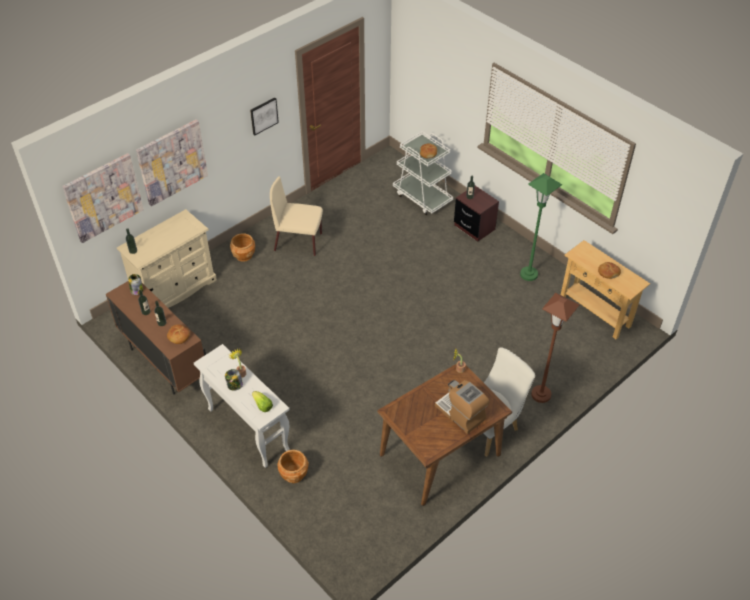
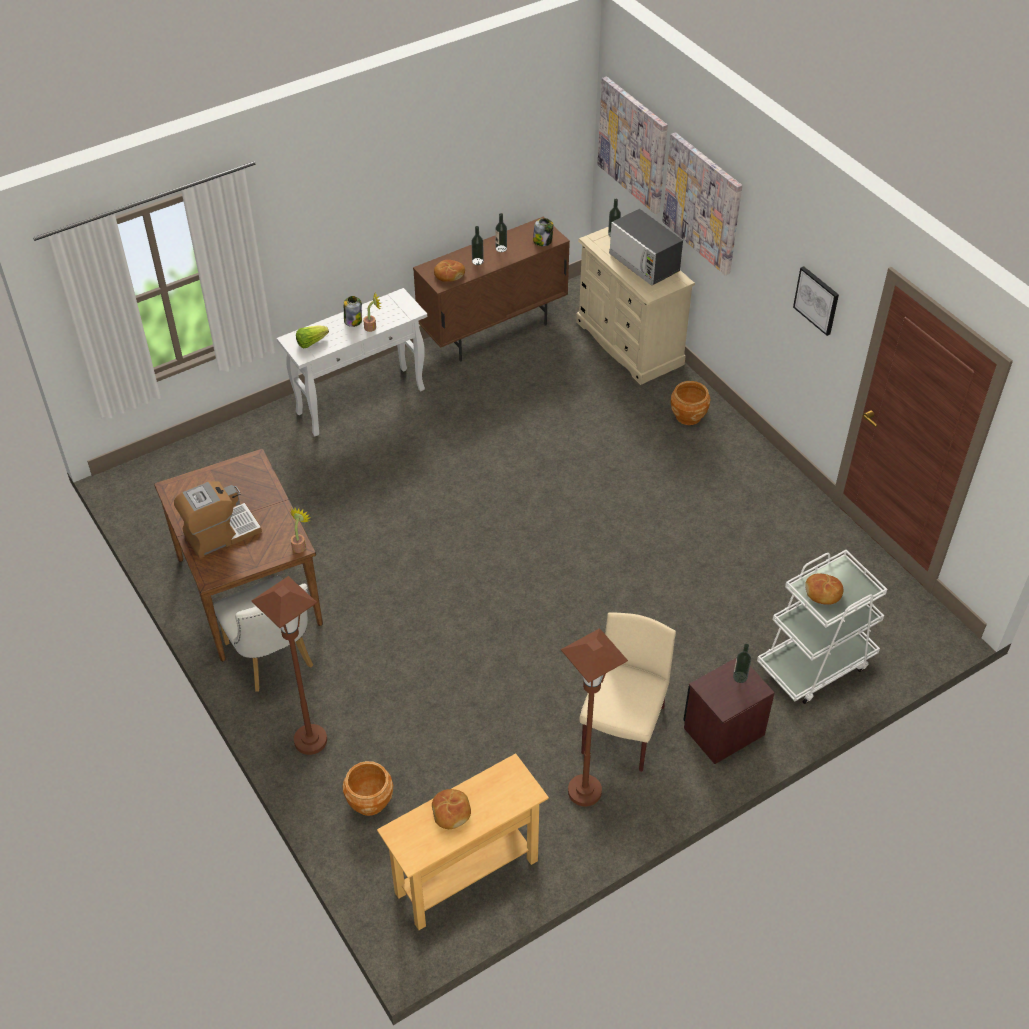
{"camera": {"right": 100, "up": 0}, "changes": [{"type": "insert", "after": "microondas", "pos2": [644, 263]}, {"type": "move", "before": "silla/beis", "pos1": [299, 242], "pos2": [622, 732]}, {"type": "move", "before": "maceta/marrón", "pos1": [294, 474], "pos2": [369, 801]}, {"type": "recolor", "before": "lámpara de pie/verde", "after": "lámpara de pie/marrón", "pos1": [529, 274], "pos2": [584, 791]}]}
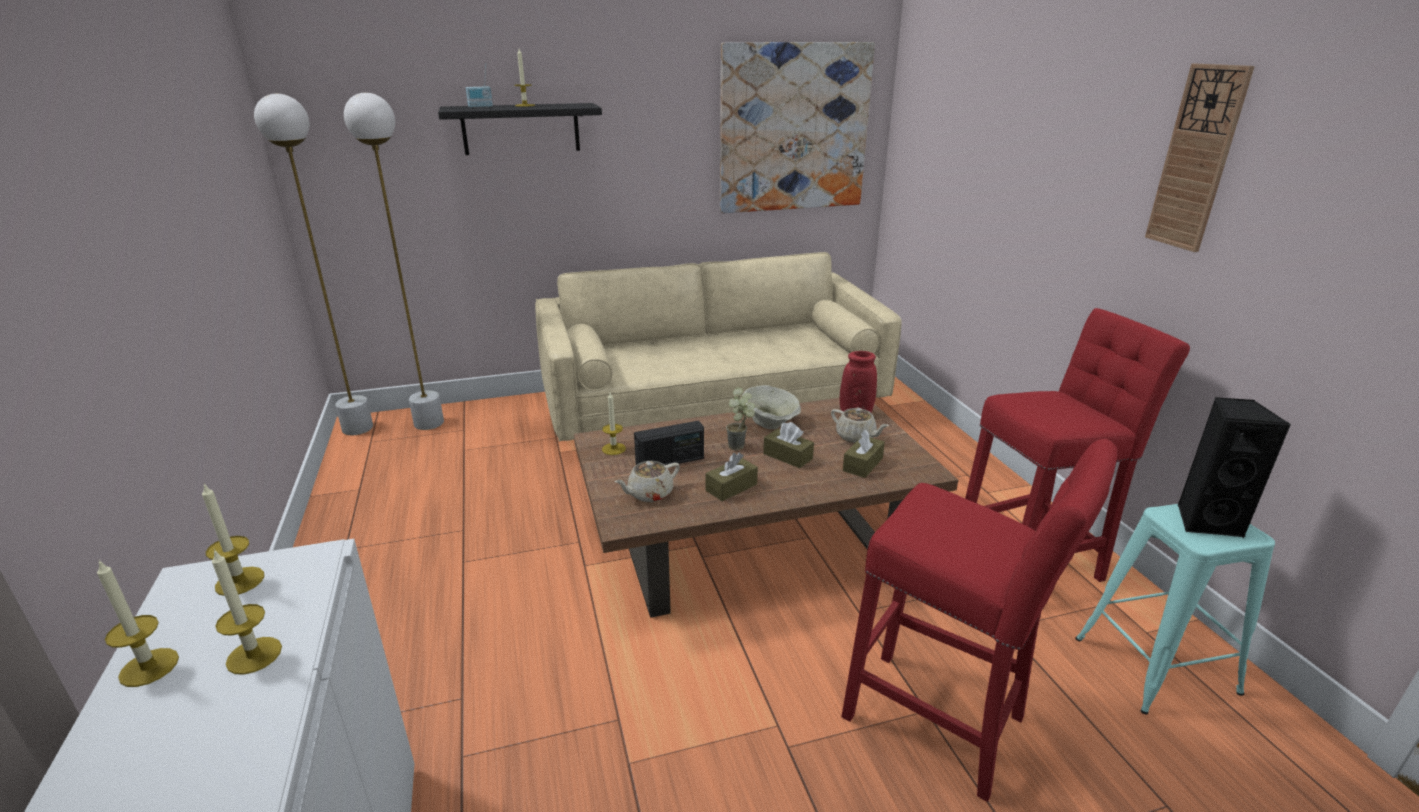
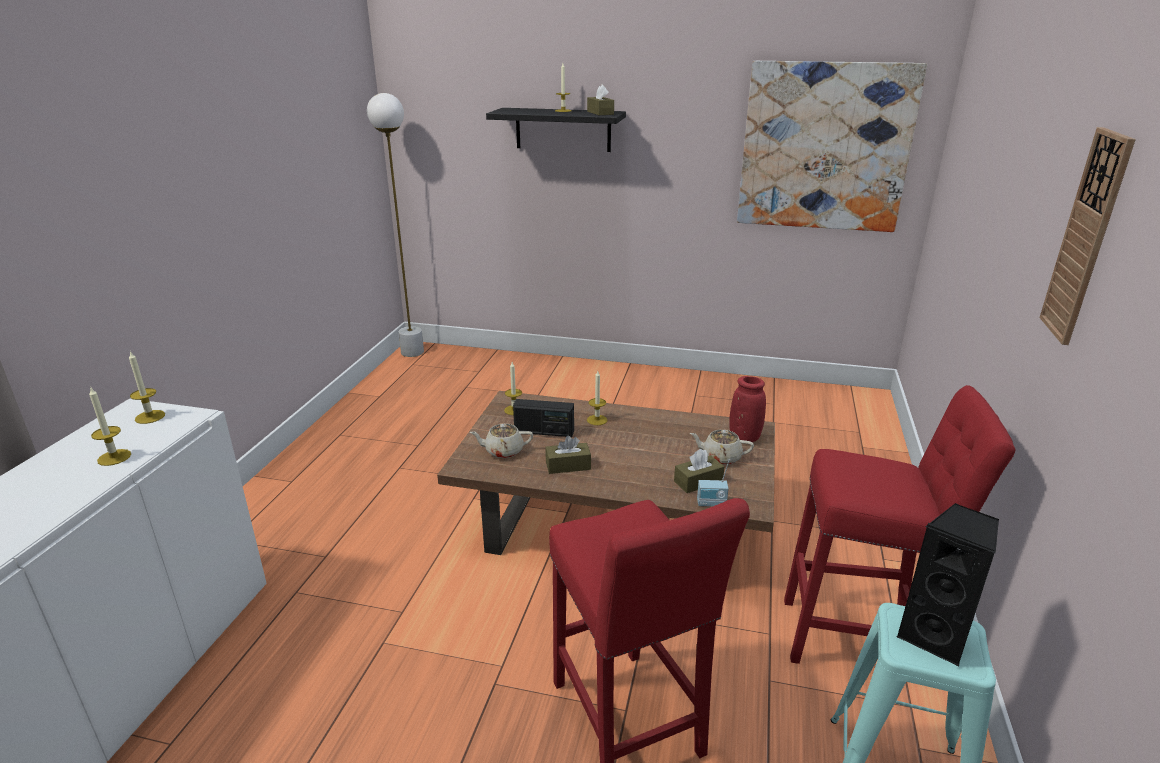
{"camera": {"right": 30, "up": 0}, "changes": [{"type": "delete", "before": "lámpara de pie/blanco", "pos1": [429, 423]}, {"type": "delete", "before": "sofá/beis", "pos1": [712, 407]}, {"type": "delete", "before": "planta en maceta", "pos1": [741, 447]}, {"type": "delete", "before": "cuenco/beis", "pos1": [770, 424]}, {"type": "move", "before": "vela", "pos1": [149, 667], "pos2": [597, 420]}, {"type": "move", "before": "radio", "pos1": [481, 107], "pos2": [711, 504]}, {"type": "move", "before": "caja de pañuelos/marrón", "pos1": [787, 456], "pos2": [600, 113]}, {"type": "rotate", "before": "tetera/beis", "pos1": [856, 437], "pos2": [720, 457], "turn": 120}]}
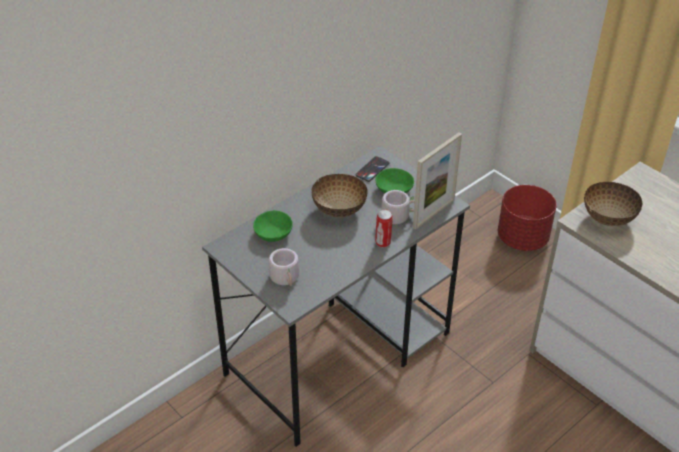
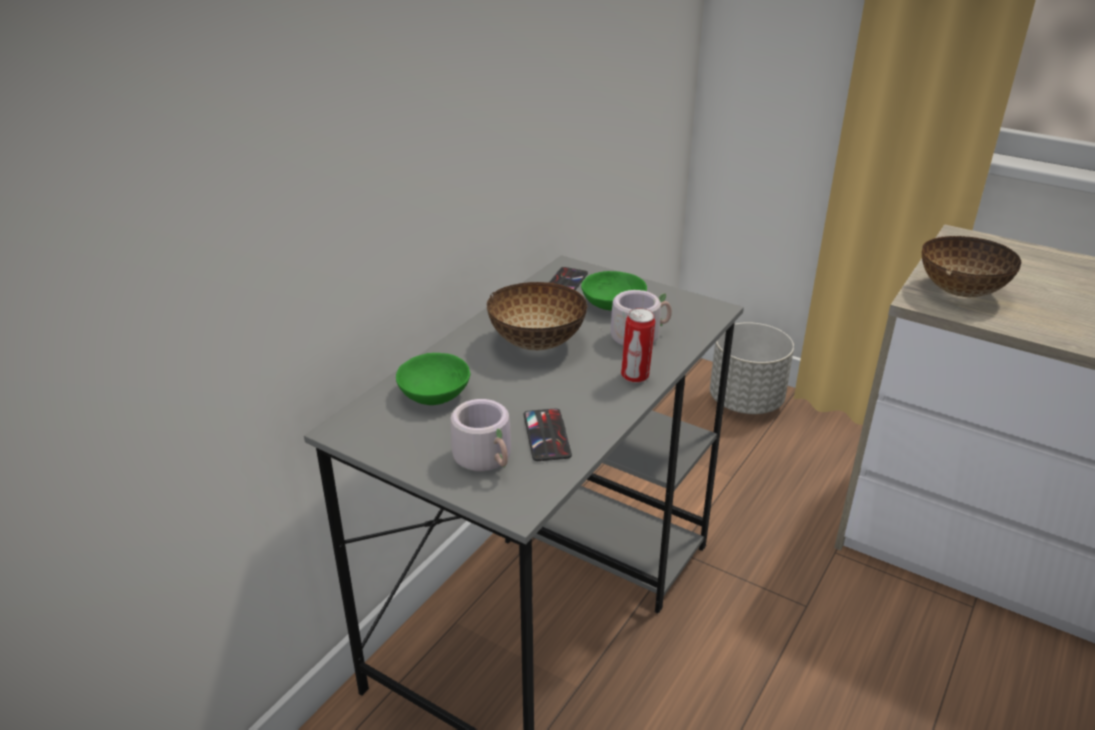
{"camera": {"right": -15, "up": -10}, "changes": [{"type": "delete", "before": "portarretratos", "pos1": [433, 213]}, {"type": "insert", "after": "móvil", "pos2": [547, 435]}, {"type": "recolor", "before": "maceta/rojo", "after": "maceta/gris", "pos1": [522, 238], "pos2": [745, 401]}]}
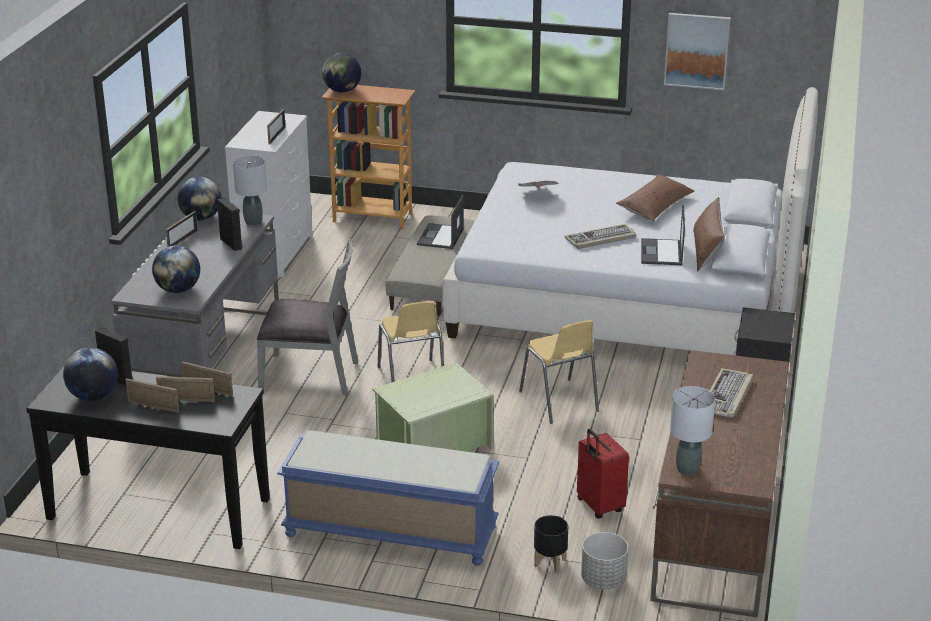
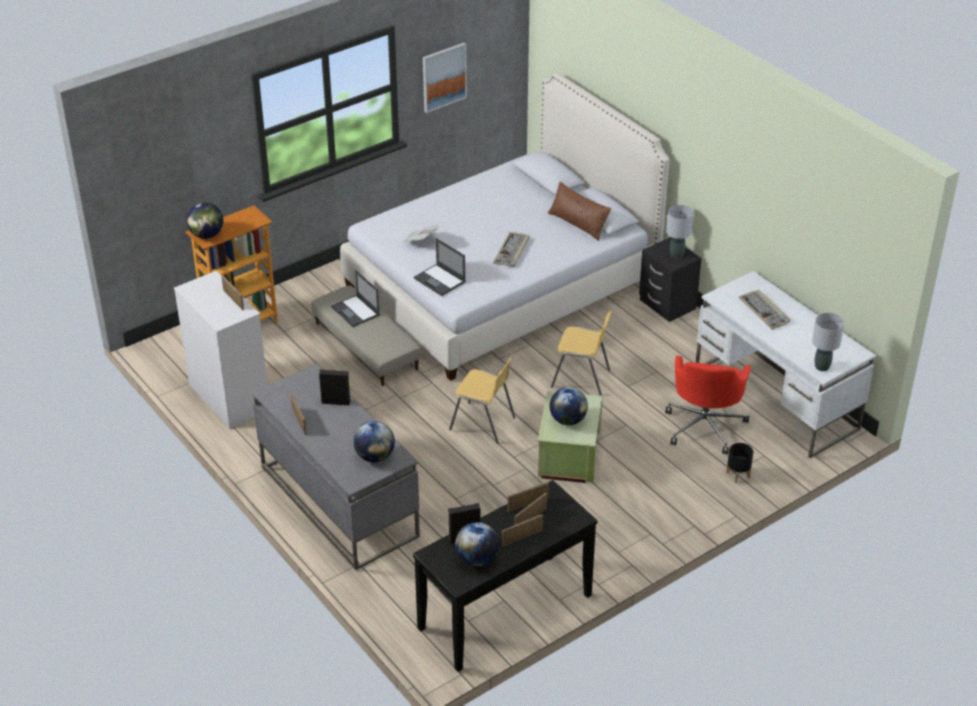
{"camera": {"right": -50, "up": 10}, "changes": [{"type": "delete", "before": "silla/gris", "pos1": [310, 375]}, {"type": "delete", "before": "banco/azul", "pos1": [389, 532]}, {"type": "delete", "before": "maceta/gris", "pos1": [603, 580]}, {"type": "delete", "before": "cojín/marrón", "pos1": [655, 206]}, {"type": "move", "before": "globo terráqueo", "pos1": [201, 218], "pos2": [567, 420]}, {"type": "move", "before": "lámpara de mesa/gris", "pos1": [253, 222], "pos2": [676, 255]}, {"type": "move", "before": "portátil", "pos1": [661, 253], "pos2": [440, 280]}, {"type": "replace", "before": "maleta/rojo", "after": "silla de oficina/rojo", "pos1": [599, 506], "pos2": [705, 426]}, {"type": "recolor", "before": "escritorio/marrón", "after": "escritorio/blanco", "pos1": [716, 534], "pos2": [776, 399]}]}
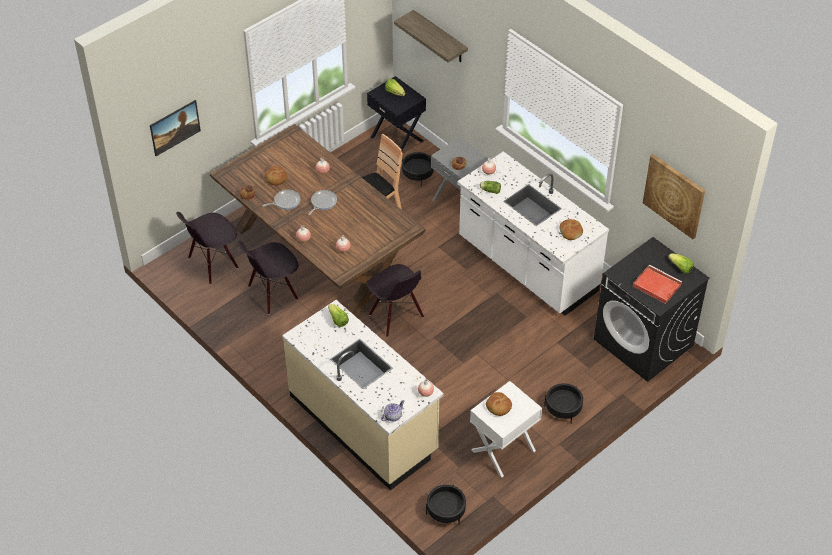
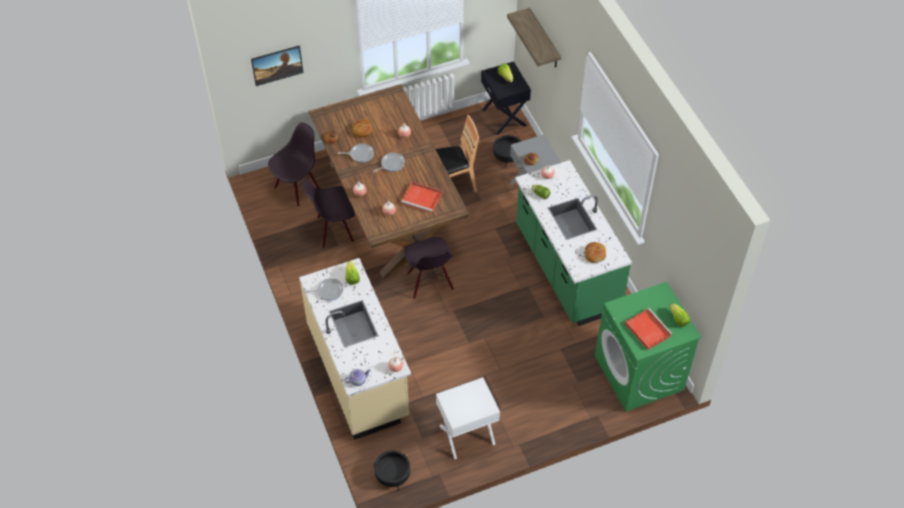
{"camera": {"right": 20, "up": 5}, "changes": [{"type": "delete", "before": "pan", "pos1": [498, 407]}, {"type": "delete", "before": "maceta/negro", "pos1": [563, 409]}, {"type": "delete", "before": "cuadro", "pos1": [674, 195]}, {"type": "insert", "after": "sartén", "pos2": [328, 291]}, {"type": "insert", "after": "bandeja/rojo", "pos2": [422, 198]}, {"type": "recolor", "before": "mueble bajo de cocina/blanco", "after": "mueble bajo de cocina/verde", "pos1": [527, 266], "pos2": [565, 269]}, {"type": "recolor", "before": "lavadora/negro", "after": "lavadora/verde", "pos1": [644, 342], "pos2": [639, 373]}, {"type": "rotate", "before": "silla/negro", "pos1": [213, 263], "pos2": [297, 189], "turn": 150}]}
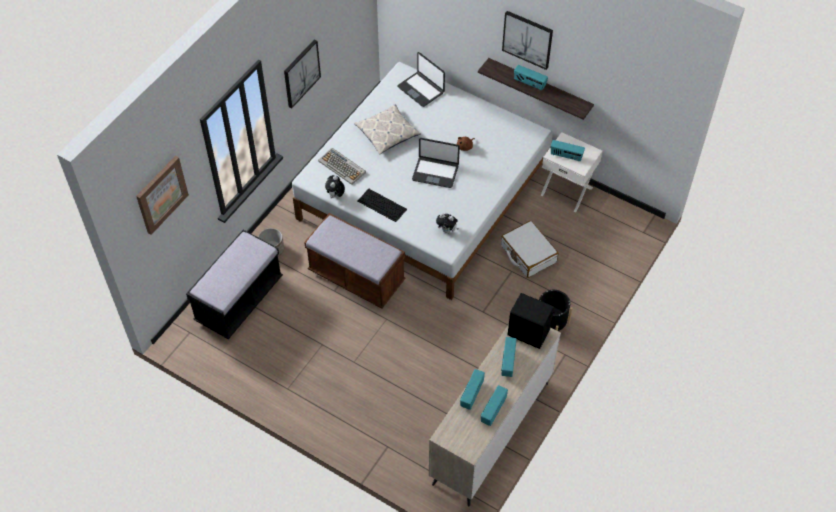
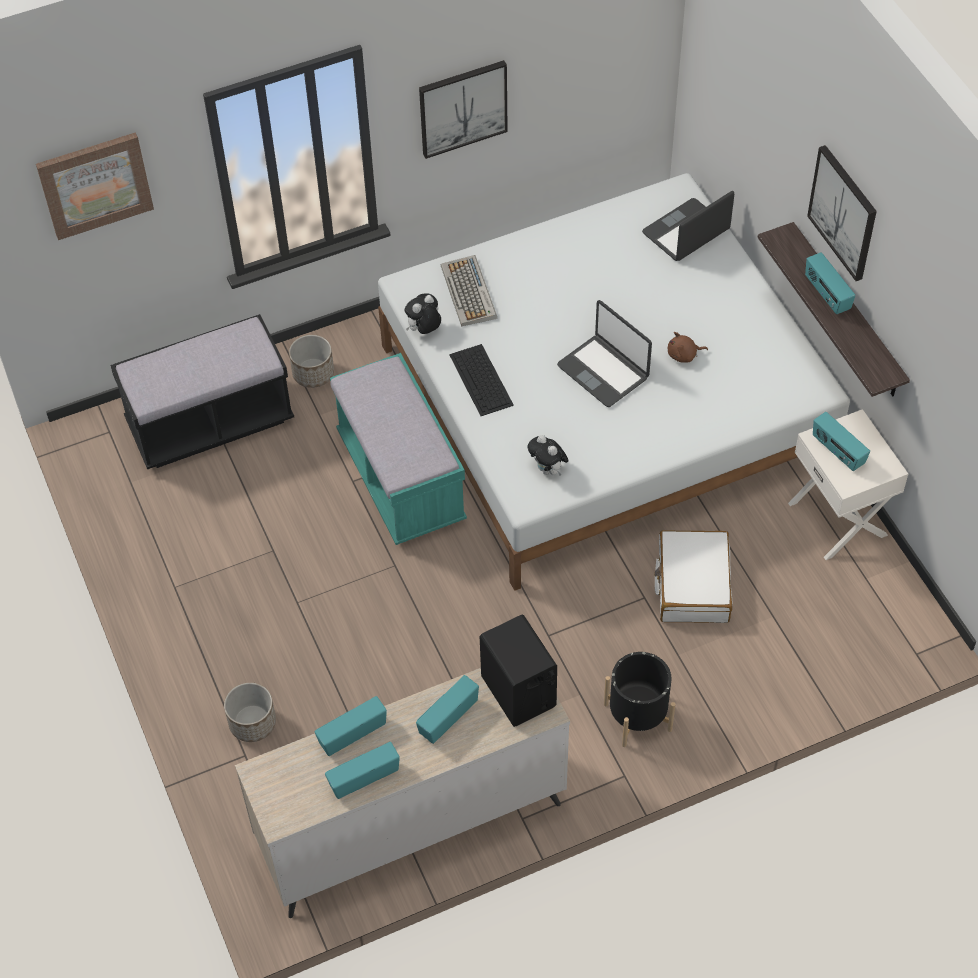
{"camera": {"right": 35, "up": 0}, "changes": [{"type": "delete", "before": "cojín", "pos1": [387, 133]}, {"type": "insert", "after": "maceta", "pos2": [253, 723]}, {"type": "recolor", "before": "banco/marrón", "after": "banco/turquesa", "pos1": [356, 277], "pos2": [401, 478]}, {"type": "rotate", "before": "portátil", "pos1": [421, 89], "pos2": [686, 232], "turn": 60}]}
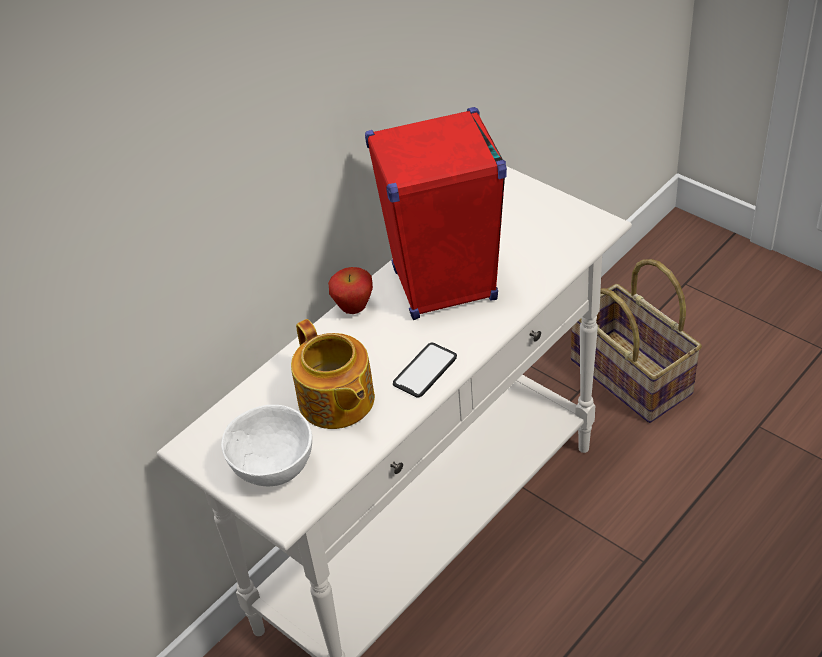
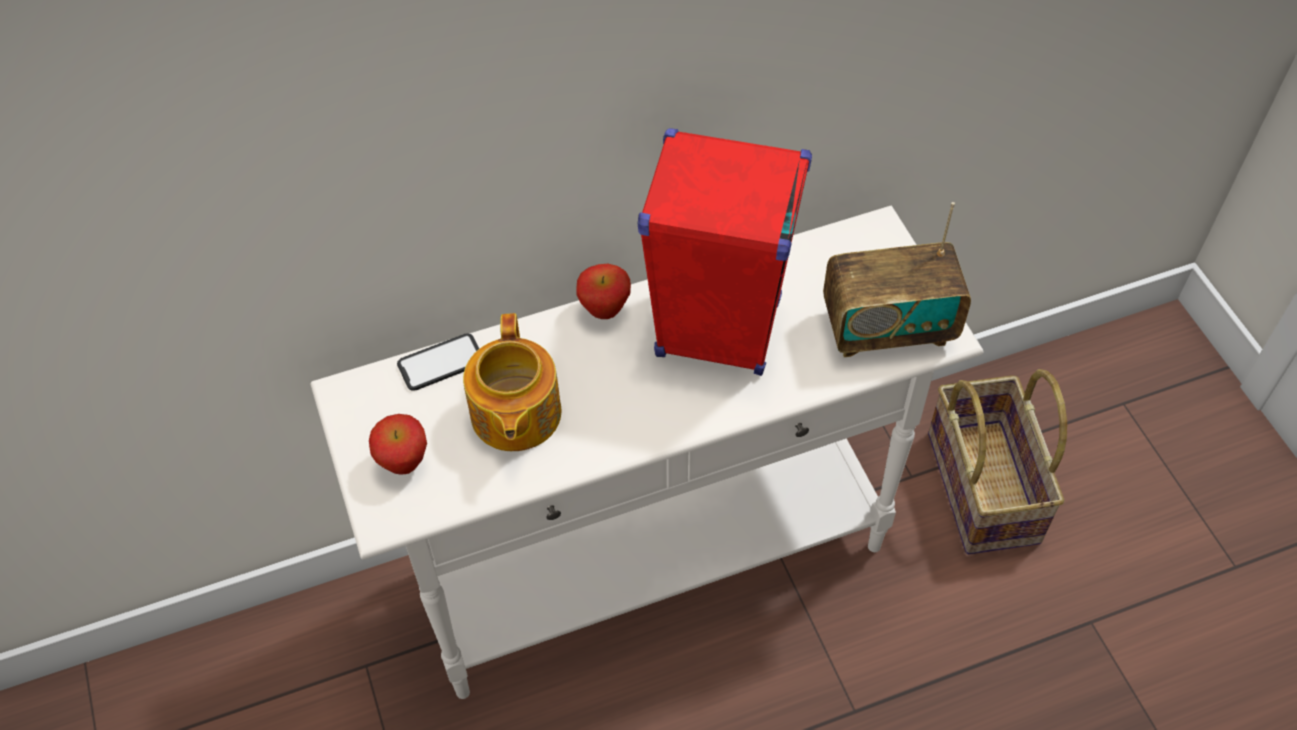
{"camera": {"right": 25, "up": 10}, "changes": [{"type": "insert", "after": "radio", "pos2": [888, 328]}, {"type": "move", "before": "móvil", "pos1": [425, 371], "pos2": [441, 363]}, {"type": "replace", "before": "cuenco/blanco", "after": "manzana", "pos1": [274, 470], "pos2": [404, 463]}]}
